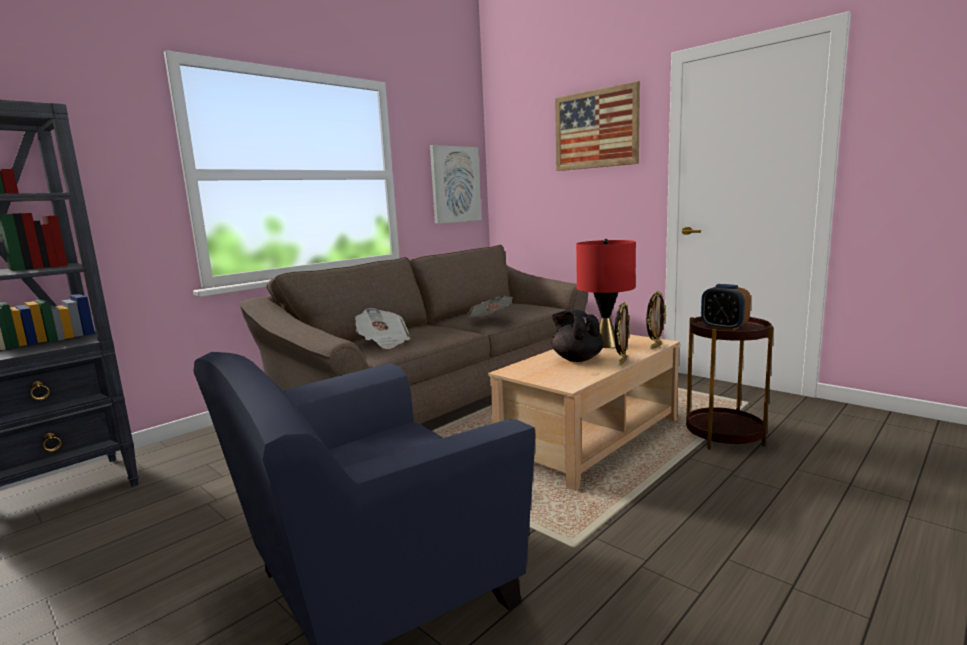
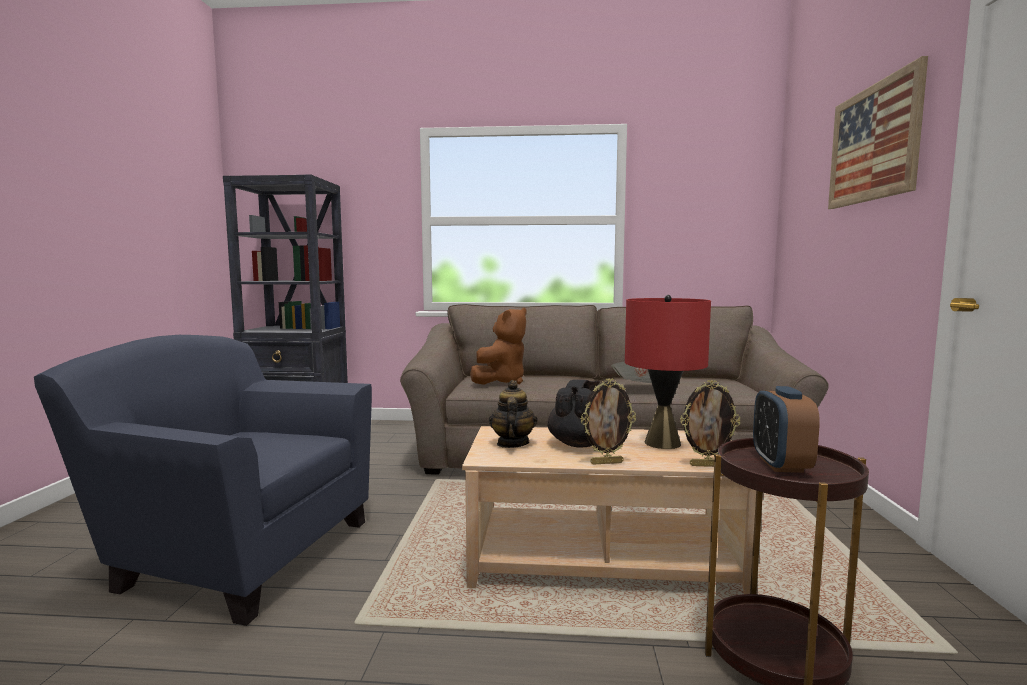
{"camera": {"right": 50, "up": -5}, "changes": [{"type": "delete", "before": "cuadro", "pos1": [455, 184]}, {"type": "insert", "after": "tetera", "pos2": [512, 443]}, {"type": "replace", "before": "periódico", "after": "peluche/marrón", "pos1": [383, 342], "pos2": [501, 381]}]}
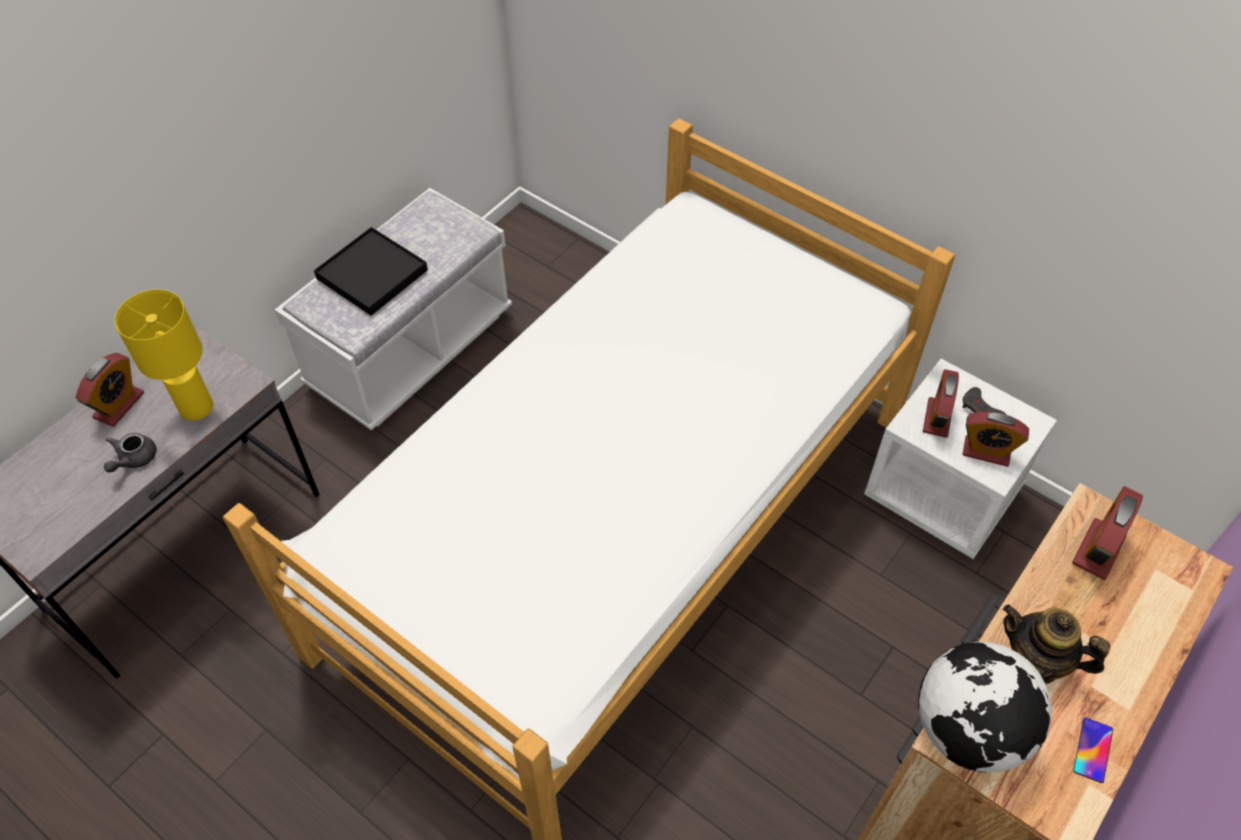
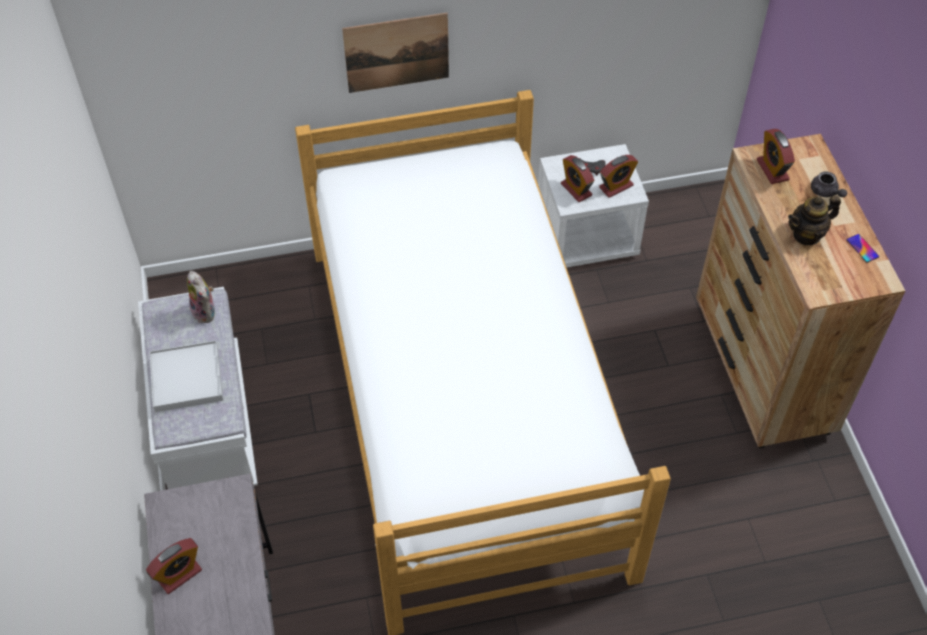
{"camera": {"right": -50, "up": 0}, "changes": [{"type": "delete", "before": "lámpara de mesa/amarillo", "pos1": [197, 407]}, {"type": "delete", "before": "globo terráqueo", "pos1": [968, 730]}, {"type": "insert", "after": "peluche", "pos2": [206, 312]}, {"type": "insert", "after": "cuadro", "pos2": [397, 52]}, {"type": "move", "before": "tetera/gris", "pos1": [133, 459], "pos2": [825, 192]}, {"type": "recolor", "before": "bandeja/negro", "after": "bandeja/blanco", "pos1": [372, 274], "pos2": [186, 378]}, {"type": "rotate", "before": "despertador", "pos1": [119, 405], "pos2": [179, 574], "turn": 75}]}
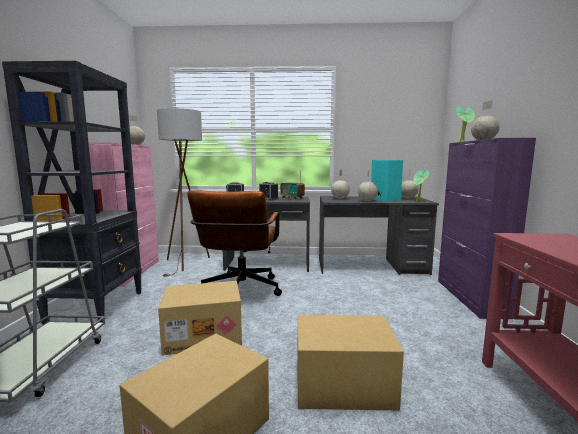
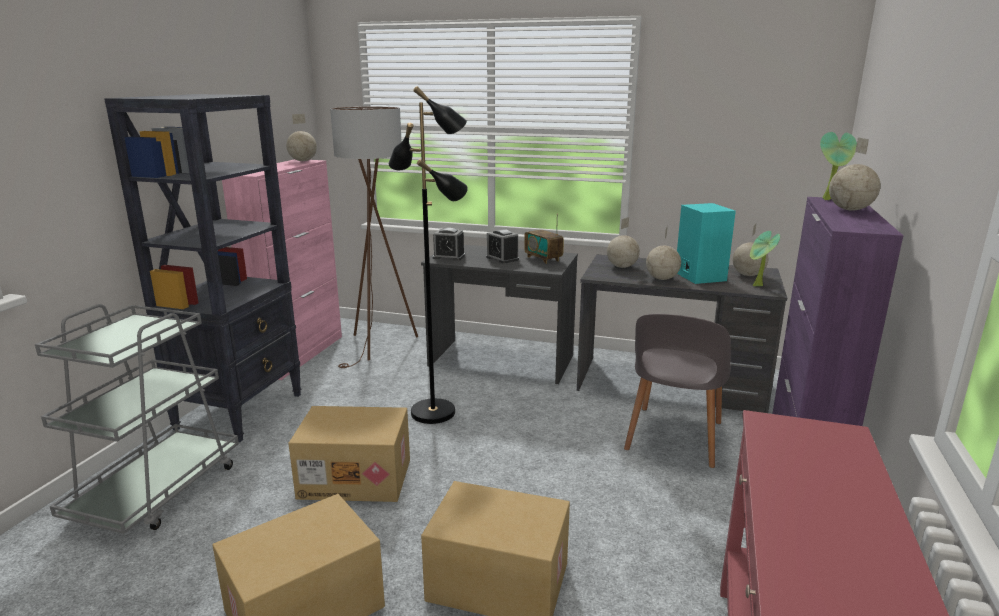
{"camera": {"right": 15, "up": 10}, "changes": [{"type": "insert", "after": "silla/gris", "pos2": [673, 438]}, {"type": "replace", "before": "silla de oficina/marrón", "after": "lámpara de pie/negro", "pos1": [240, 292], "pos2": [434, 412]}]}
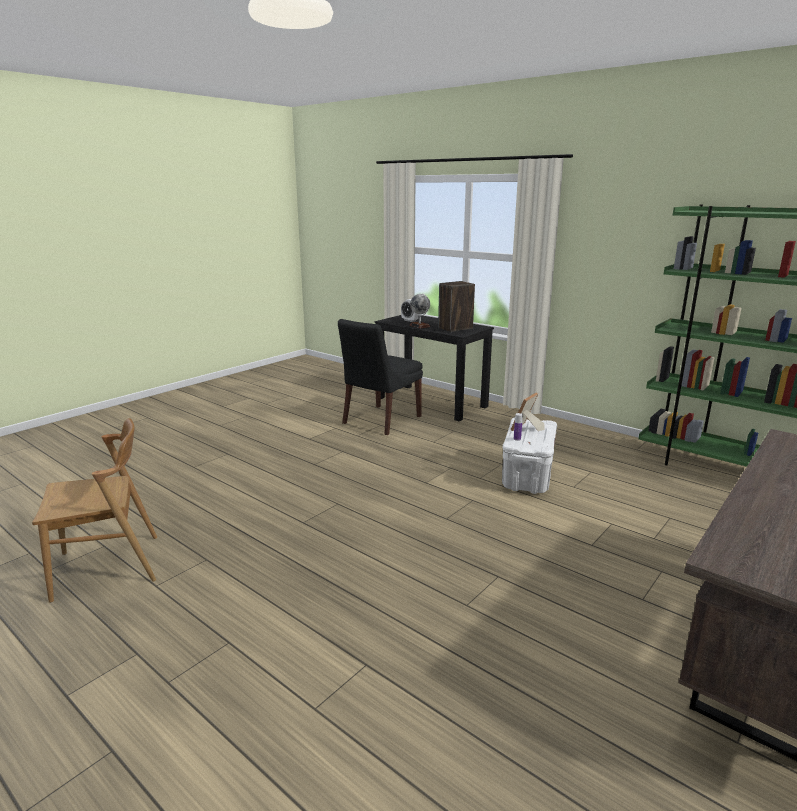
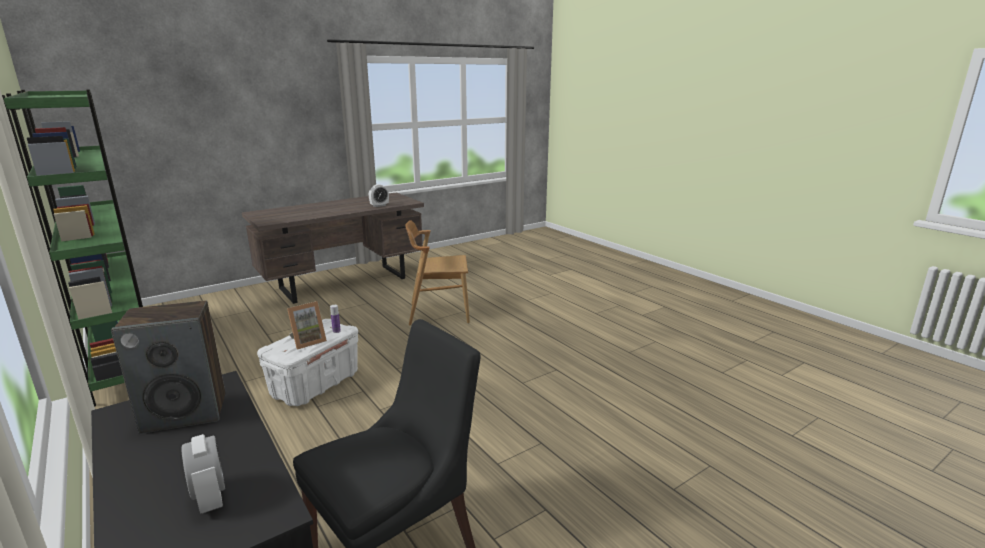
{"camera": {"right": -165, "up": 0}, "changes": [{"type": "delete", "before": "globo terráqueo", "pos1": [420, 326]}, {"type": "insert", "after": "despertador", "pos2": [379, 205]}, {"type": "move", "before": "silla/marrón", "pos1": [108, 567], "pos2": [439, 313]}]}
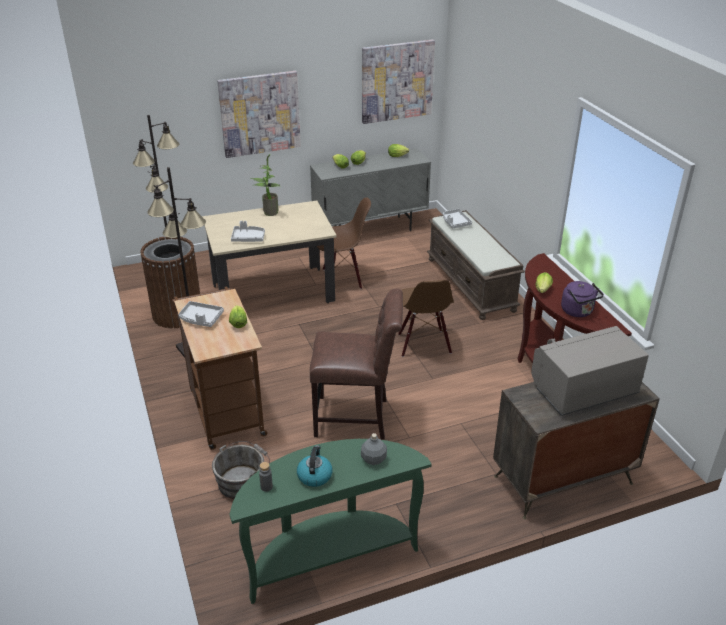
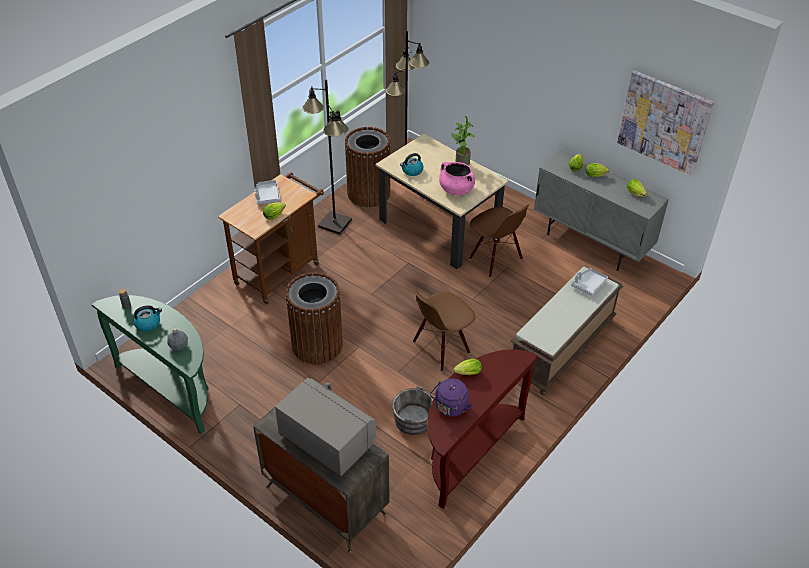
{"camera": {"right": 60, "up": 10}, "changes": [{"type": "delete", "before": "cuadro", "pos1": [260, 114]}, {"type": "insert", "after": "olla/rosa", "pos2": [456, 189]}, {"type": "move", "before": "cubo/gris", "pos1": [243, 481], "pos2": [416, 420]}, {"type": "replace", "before": "bandeja/gris", "after": "hervidor", "pos1": [248, 238], "pos2": [412, 171]}, {"type": "replace", "before": "silla/marrón", "after": "papelera/marrón", "pos1": [356, 418], "pos2": [317, 345]}]}
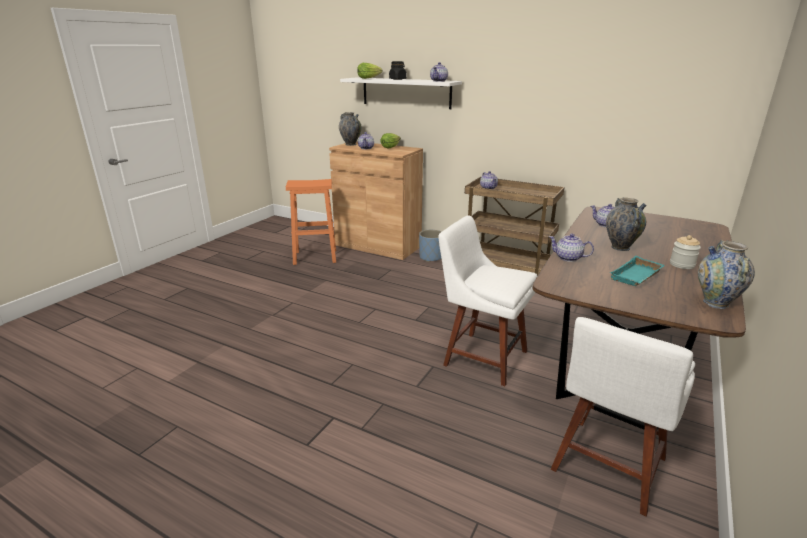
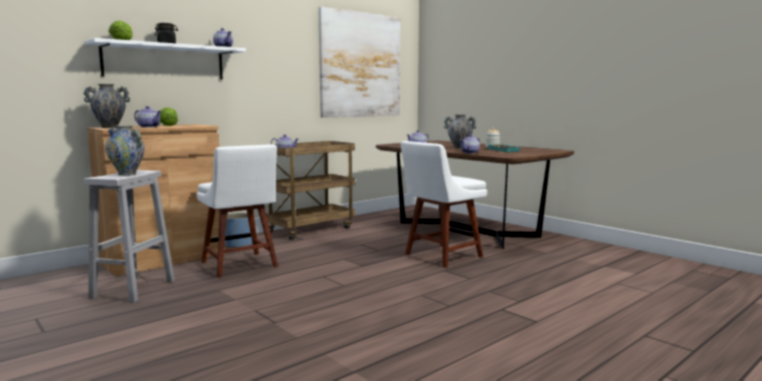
{"camera": {"right": -70, "up": -15}, "changes": [{"type": "insert", "after": "cuadro", "pos2": [360, 65]}, {"type": "move", "before": "silla/blanco", "pos1": [606, 467], "pos2": [240, 265]}, {"type": "move", "before": "florero", "pos1": [716, 303], "pos2": [127, 174]}, {"type": "recolor", "before": "taburete/naranja", "after": "taburete/blanco", "pos1": [316, 257], "pos2": [134, 289]}]}
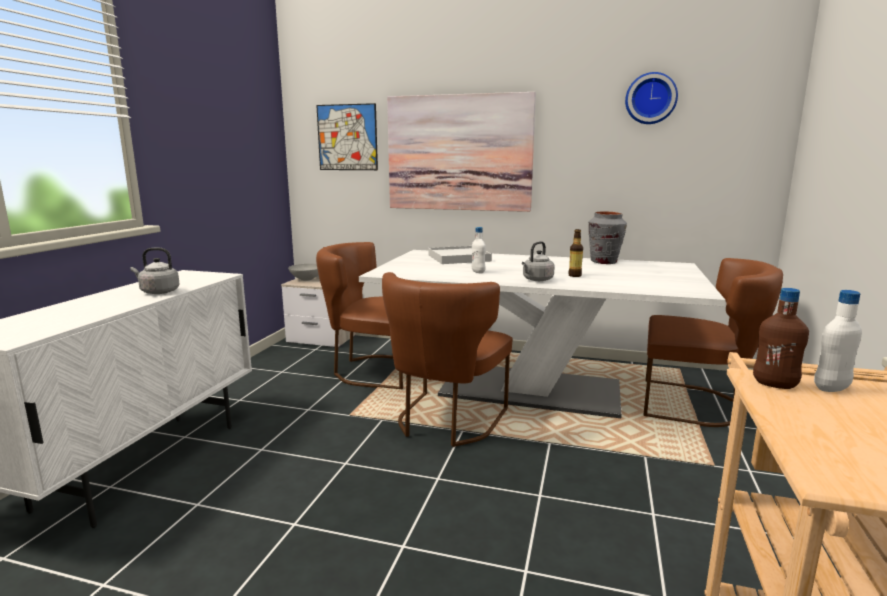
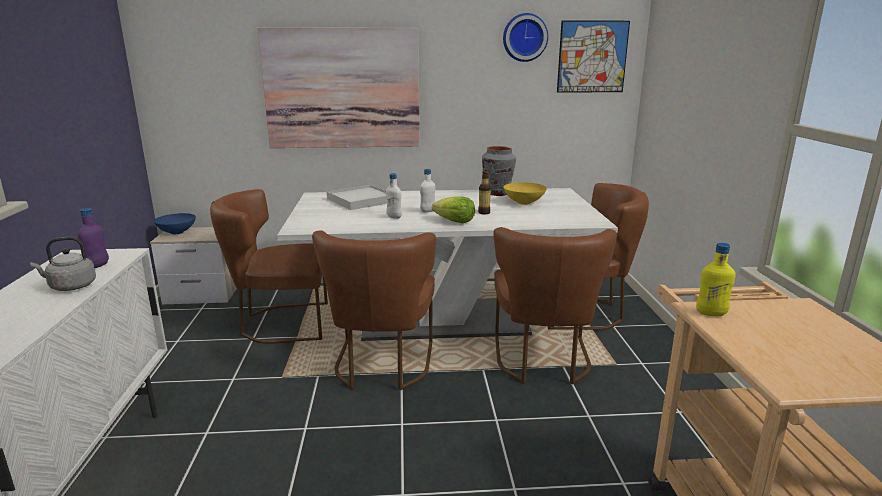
{"camera": {"right": -20, "up": 5}, "changes": [{"type": "insert", "after": "botella/morado", "pos2": [98, 266]}, {"type": "insert", "after": "silla/marrón", "pos2": [543, 361]}, {"type": "insert", "after": "cuenco/amarillo", "pos2": [524, 202]}, {"type": "move", "before": "cuadro", "pos1": [347, 137], "pos2": [592, 57]}, {"type": "move", "before": "botella/blanco", "pos1": [831, 388], "pos2": [427, 211]}, {"type": "replace", "before": "hervidor/gris", "after": "lechuga", "pos1": [536, 280], "pos2": [455, 221]}, {"type": "recolor", "before": "cuenco/gris", "after": "cuenco/azul", "pos1": [307, 279], "pos2": [177, 232]}, {"type": "recolor", "before": "botella/marrón", "after": "botella/amarillo", "pos1": [774, 385], "pos2": [711, 313]}]}
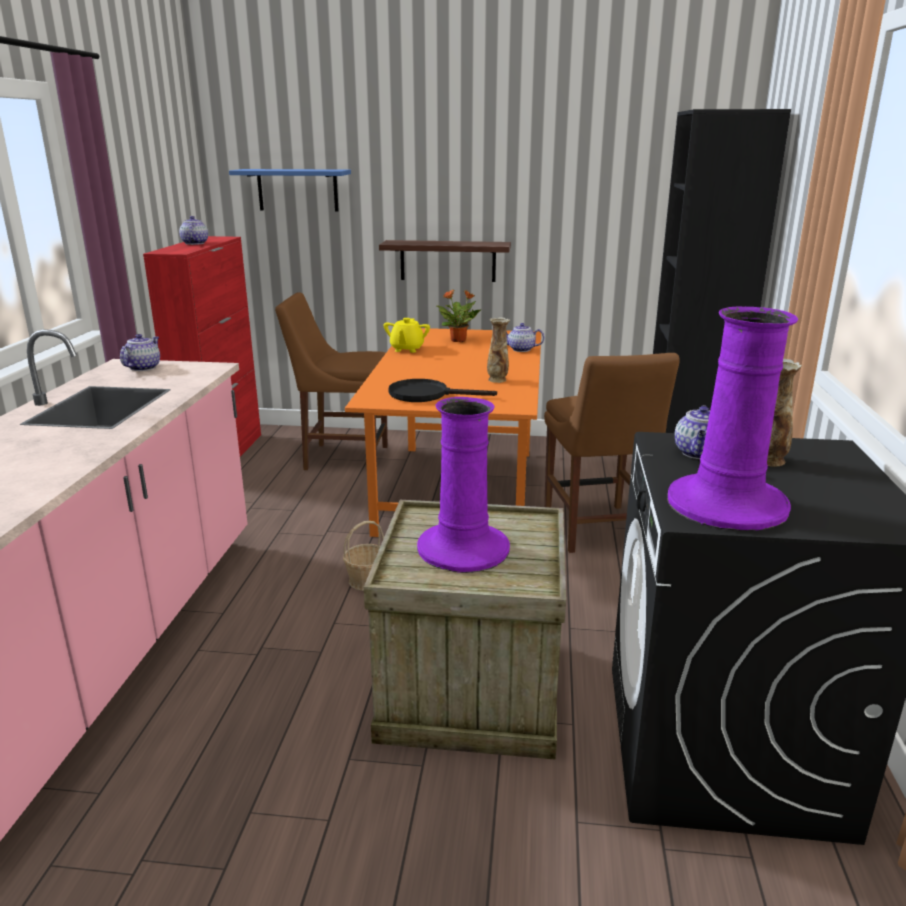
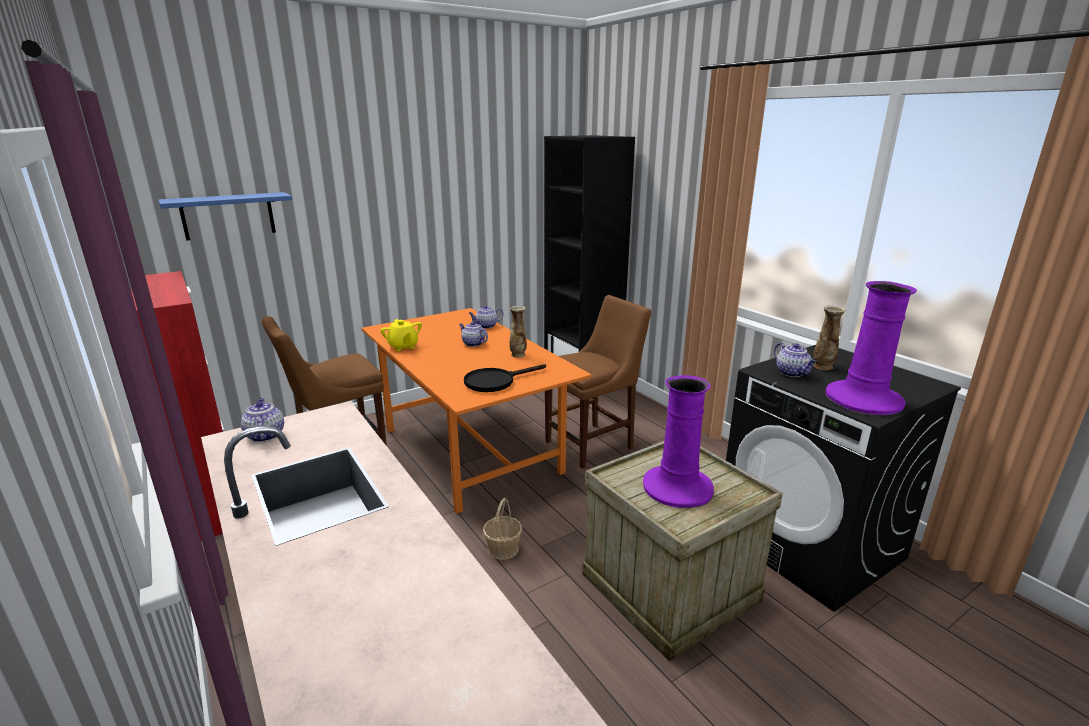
{"camera": {"right": -40, "up": 0}, "changes": [{"type": "delete", "before": "estante", "pos1": [448, 261]}, {"type": "delete", "before": "planta en maceta", "pos1": [459, 340]}, {"type": "move", "before": "tetera", "pos1": [194, 243], "pos2": [473, 344]}, {"type": "rotate", "before": "silla/marrón", "pos1": [596, 531], "pos2": [593, 444], "turn": -75}]}
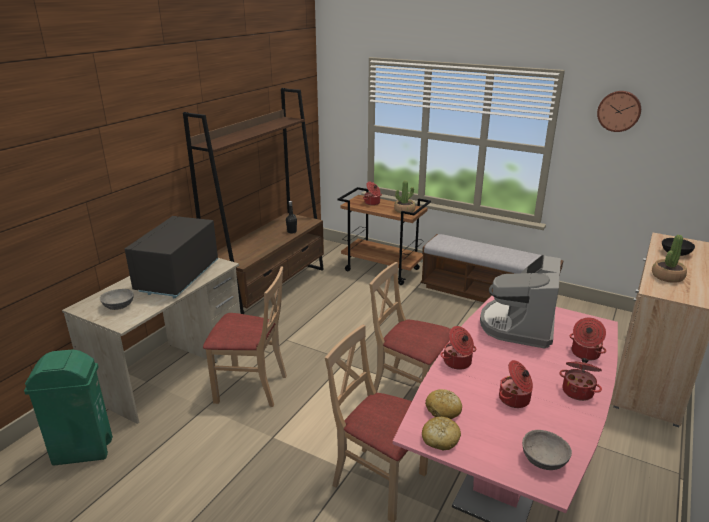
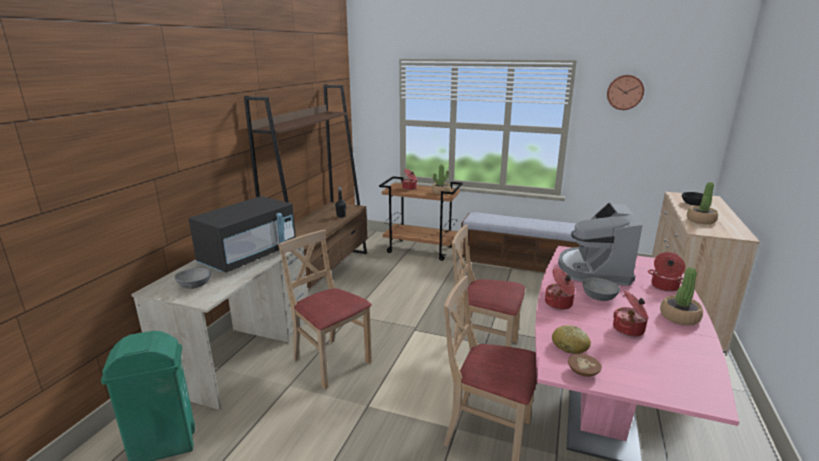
{"camera": {"right": -10, "up": -5}, "changes": [{"type": "move", "before": "cuenco/gris", "pos1": [543, 460], "pos2": [598, 297]}, {"type": "replace", "before": "pan", "after": "cuenco/marrón", "pos1": [440, 439], "pos2": [582, 372]}, {"type": "replace", "before": "olla", "after": "planta en maceta", "pos1": [578, 391], "pos2": [679, 317]}, {"type": "rotate", "before": "microondas/negro", "pos1": [177, 277], "pos2": [249, 256], "turn": -150}, {"type": "rotate", "before": "silla/beis", "pos1": [251, 387], "pos2": [331, 361], "turn": -135}]}
